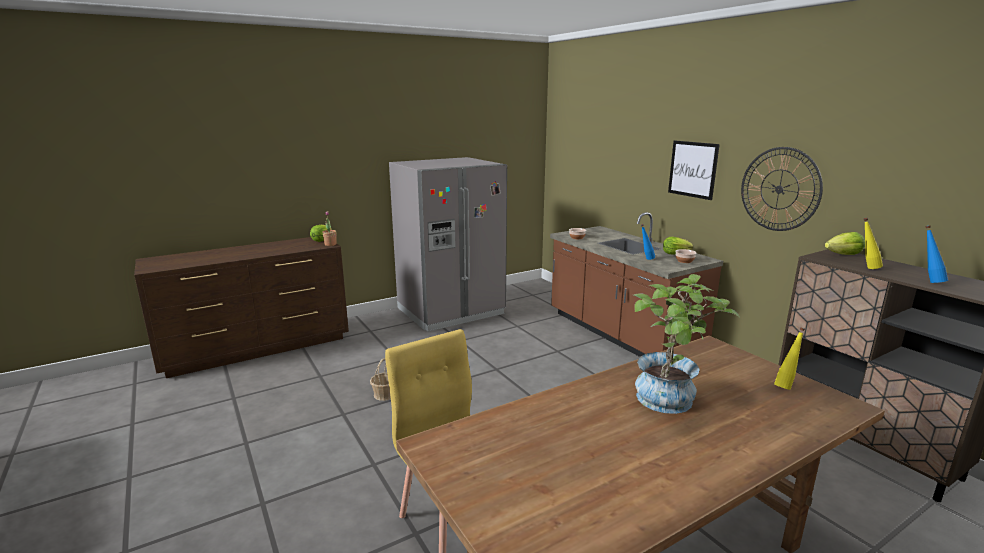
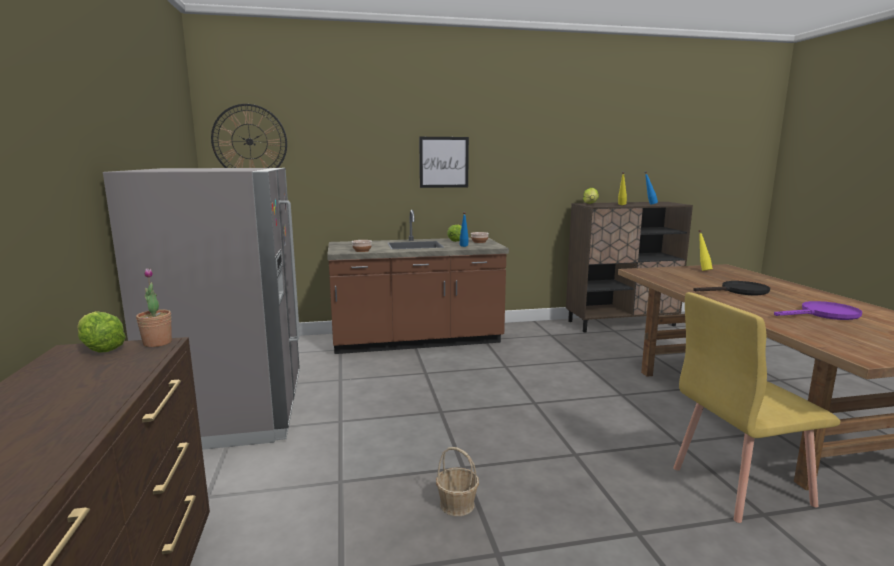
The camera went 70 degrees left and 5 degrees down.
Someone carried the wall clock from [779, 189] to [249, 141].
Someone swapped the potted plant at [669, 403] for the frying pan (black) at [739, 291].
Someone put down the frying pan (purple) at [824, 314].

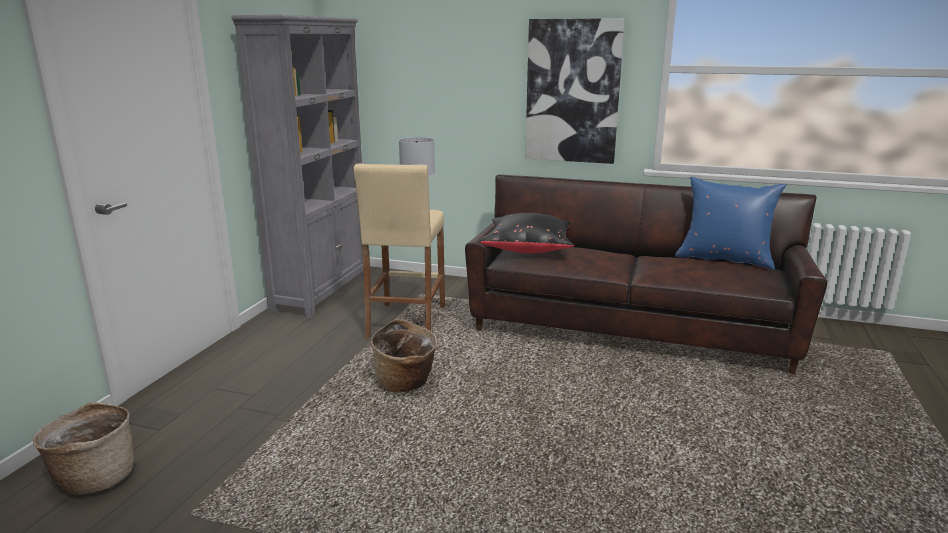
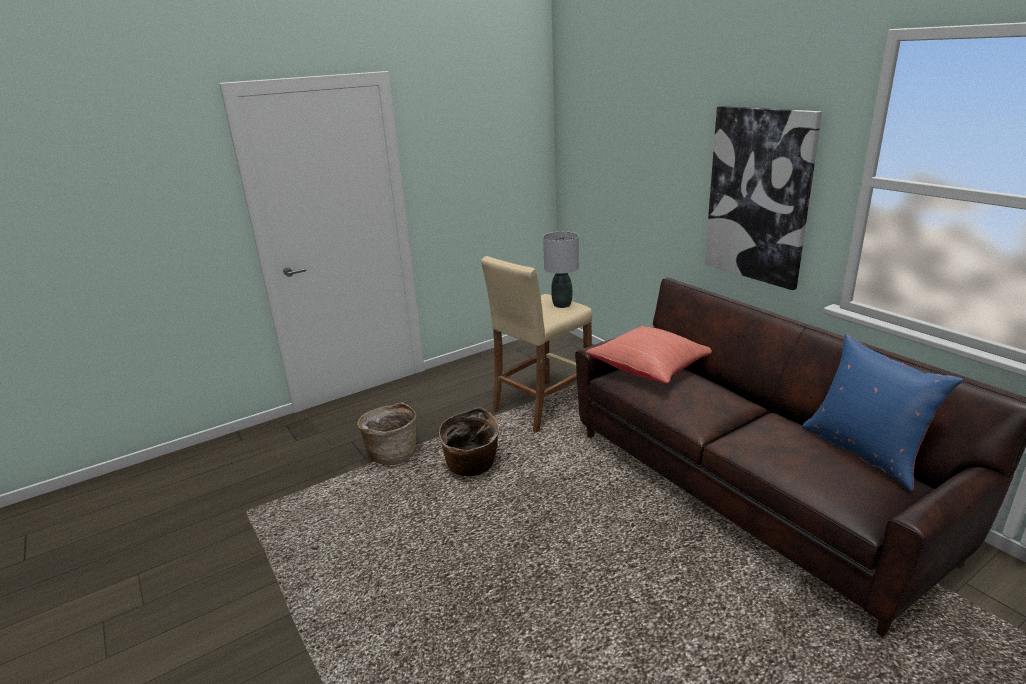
The camera went 40 degrees right and 5 degrees up.
Someone took away the bookcase (grey) at [323, 292].
Someone repainted the pillow (black) at [528, 249], which became the pillow (red) at [650, 369].
Someone carried the basket from [95, 477] to [392, 454].

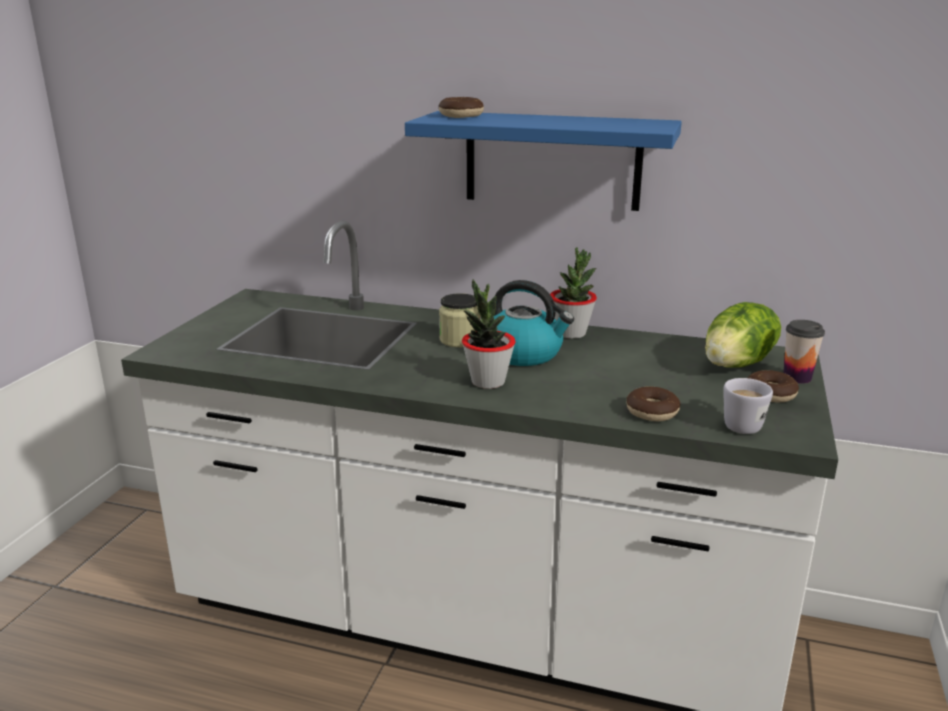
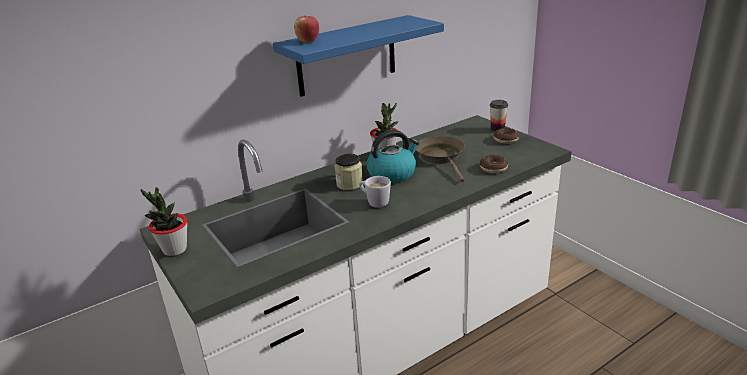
The camera went 50 degrees left and 5 degrees up.
Someone swapped the donut at [461, 115] for the apple at [308, 41].
Someone carried the potted plant from [487, 382] to [174, 249].
Someone took away the lettuce at [738, 364].
Someone carried the mug (white) from [739, 423] to [374, 202].
Someone put down the frying pan (brown) at [441, 158].

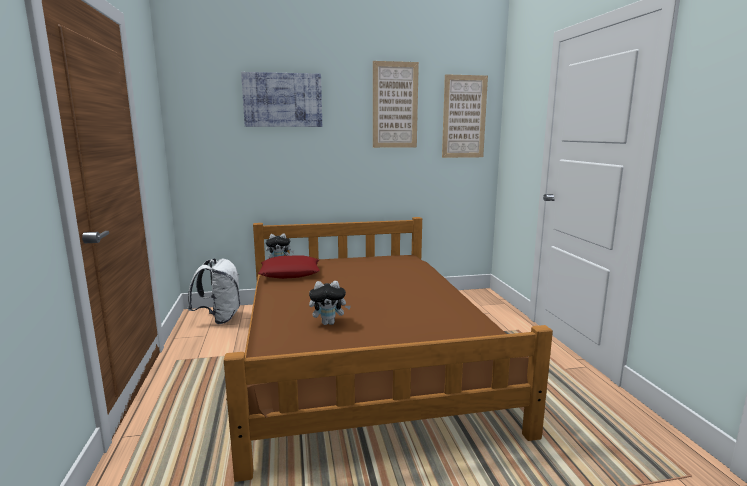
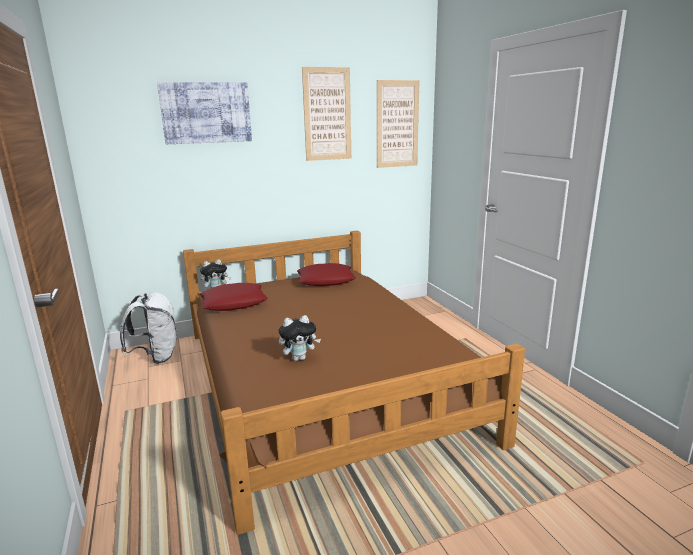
The camera went 10 degrees left and 5 degrees up.
Someone put down the pillow (red) at [326, 280].

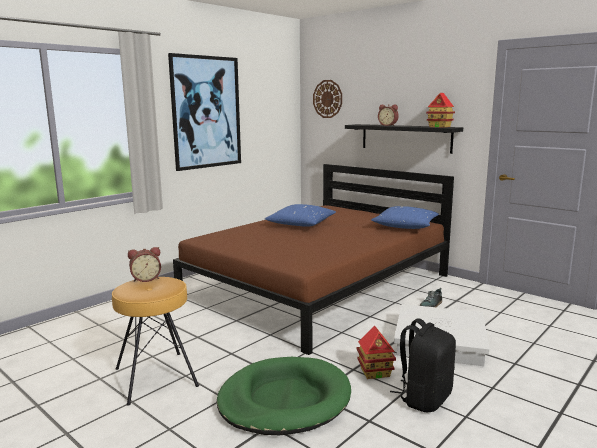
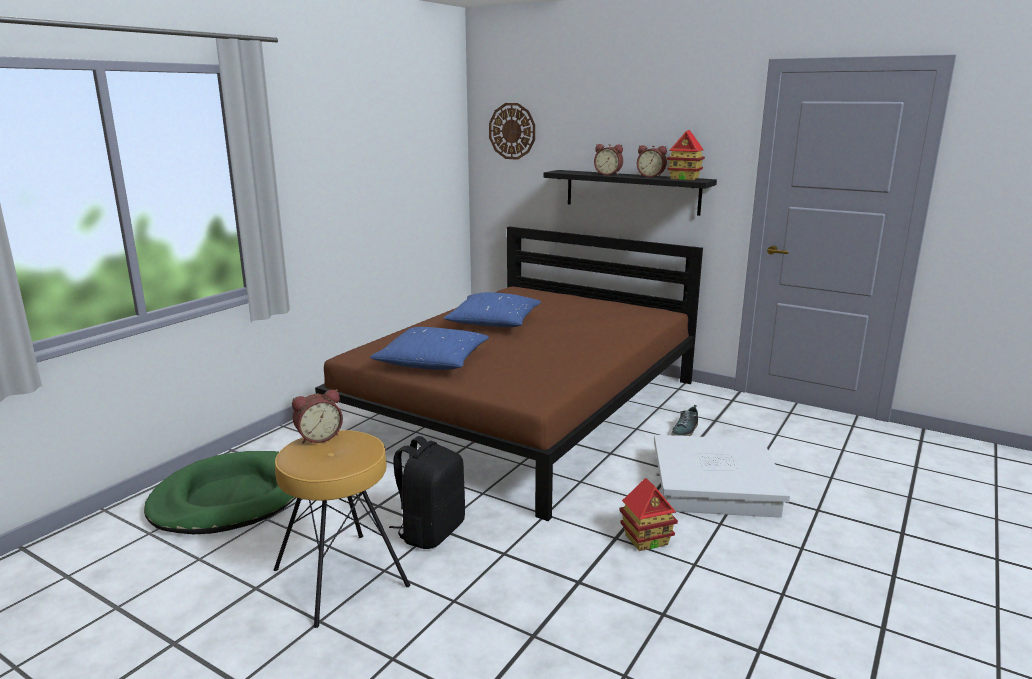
The camera went 10 degrees left and 5 degrees up.
Someone took away the picture at [206, 112].
Someone carried the pillow (blue) from [405, 226] to [433, 362].
Someone carried the backpack (black) from [424, 398] to [431, 531].
Someone carried the dog bed (green) from [284, 400] to [229, 498].
Someone put down the alarm clock at [651, 176].

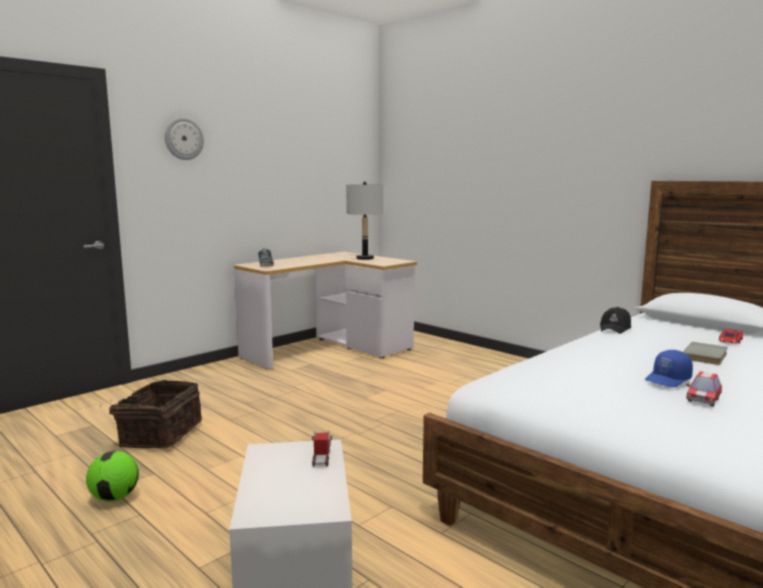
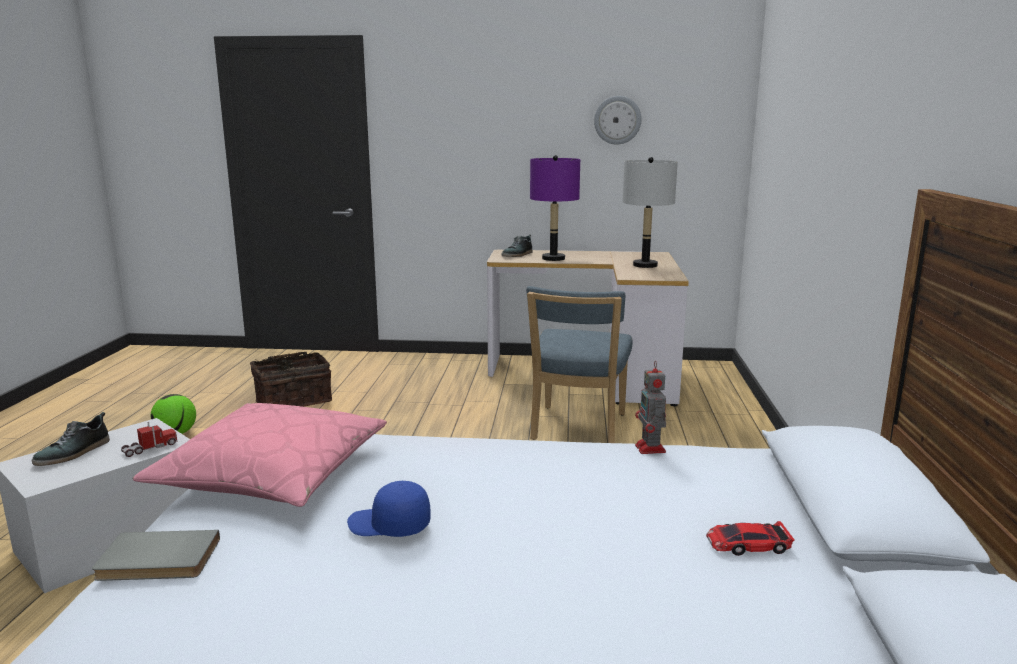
The camera went 50 degrees right and 5 degrees up.
Someone carried the wall clock from [184, 138] to [617, 120].
Someone swapped the cap (black) at [615, 328] for the toy robot at [651, 449].
Someone carried the book (grey) from [706, 356] to [157, 561].
Someone took away the toy car at [703, 400].
Someone put down the table lamp (purple) at [553, 258].
Someone put down the chair (blue) at [577, 429].
Someone put down the pillow (pink) at [273, 473].
Someone put down the shoe at [74, 452].

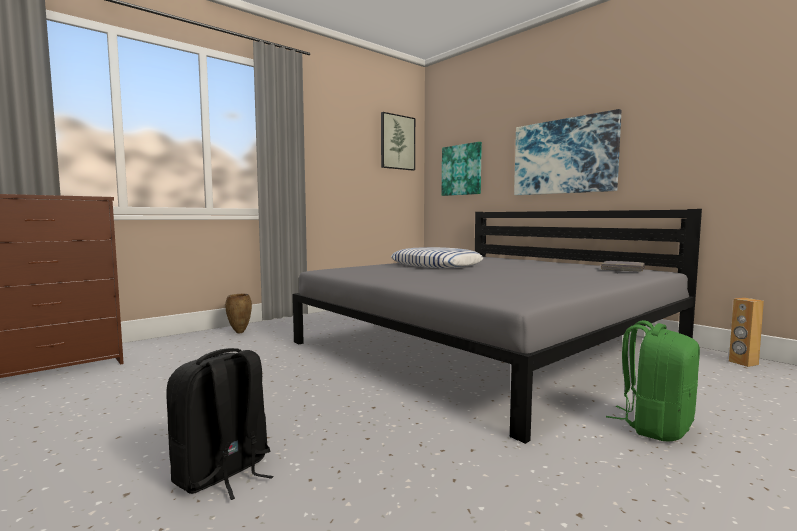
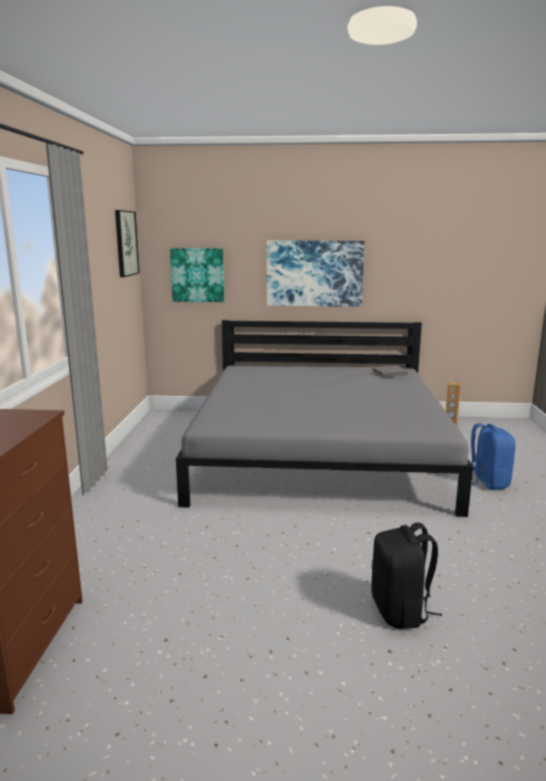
The camera went 45 degrees left and 10 degrees up.
Someone took away the pillow at [436, 265].
Someone took away the vase (brown) at [239, 332].
Someone repainted the backpack (green) at [655, 426], which became the backpack (blue) at [487, 482].

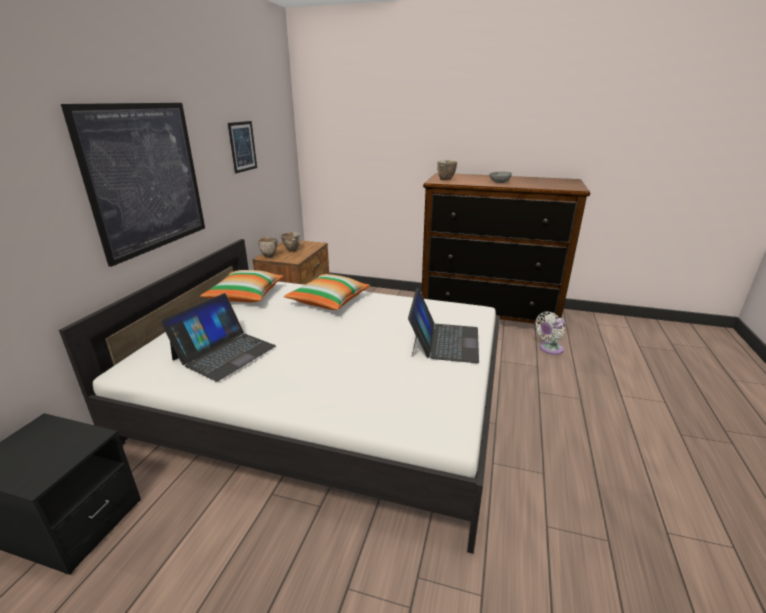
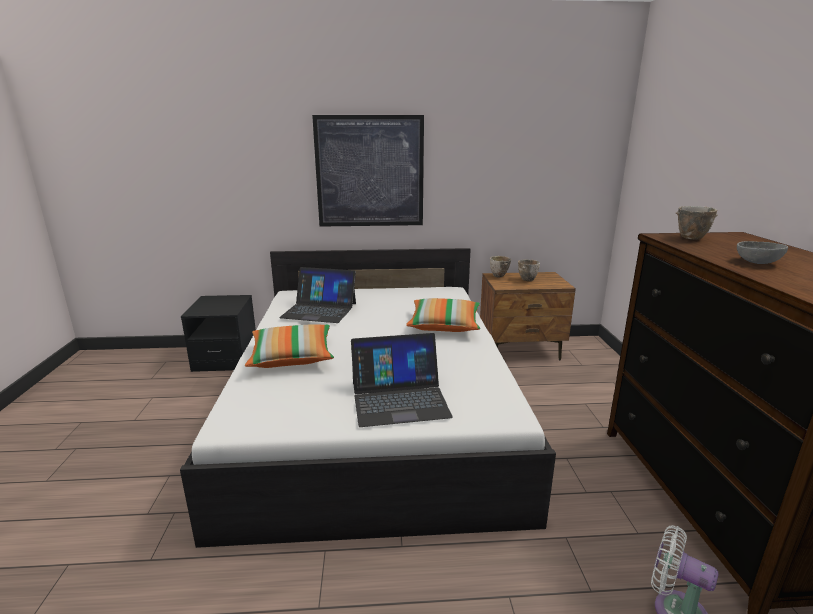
The camera went 70 degrees right and 5 degrees down.
Someone took away the picture at [242, 146].
Someone carried the pillow from [245, 296] to [292, 357].

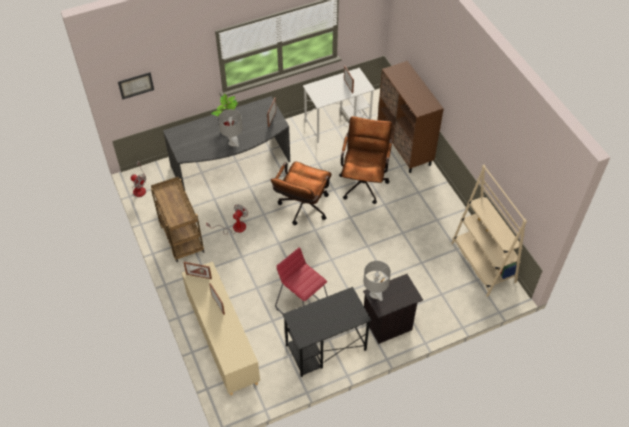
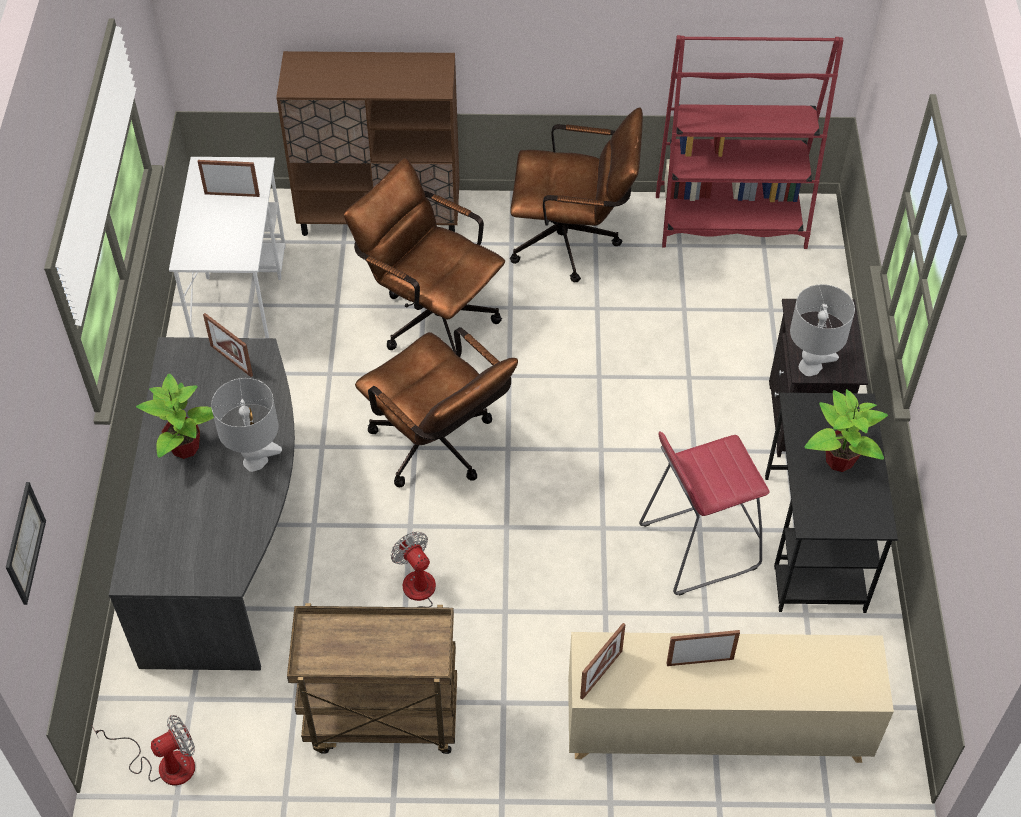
The camera went 65 degrees left and 0 degrees up.
Someone repainted the bookcase (beige) at [483, 263], which became the bookcase (red) at [730, 222].
Someone put down the office chair (brown) at [573, 242].
Someone put down the potted plant at [838, 460].

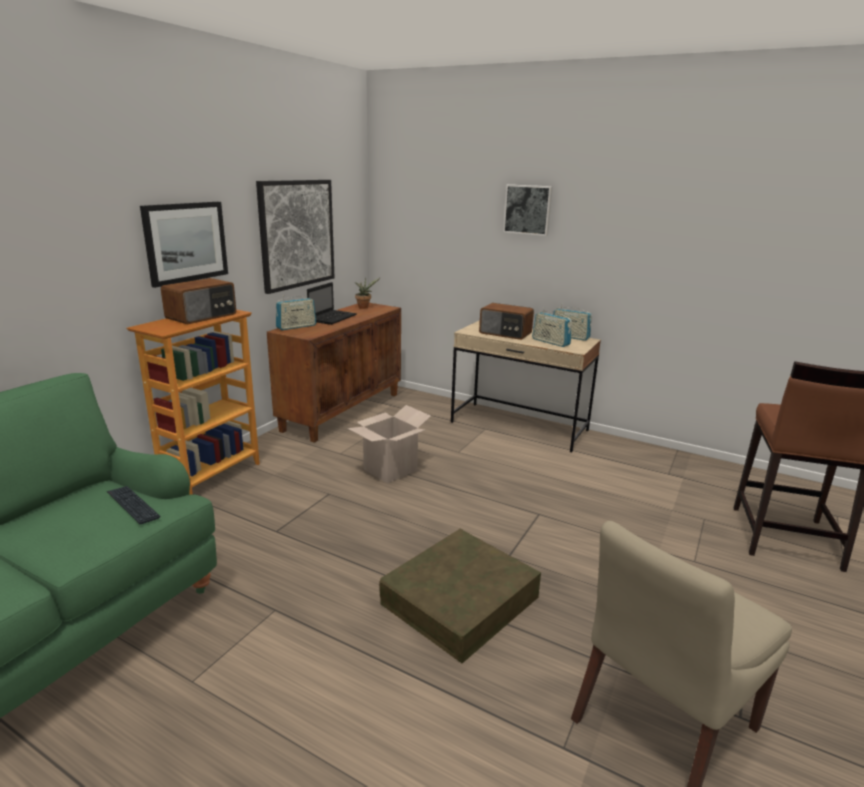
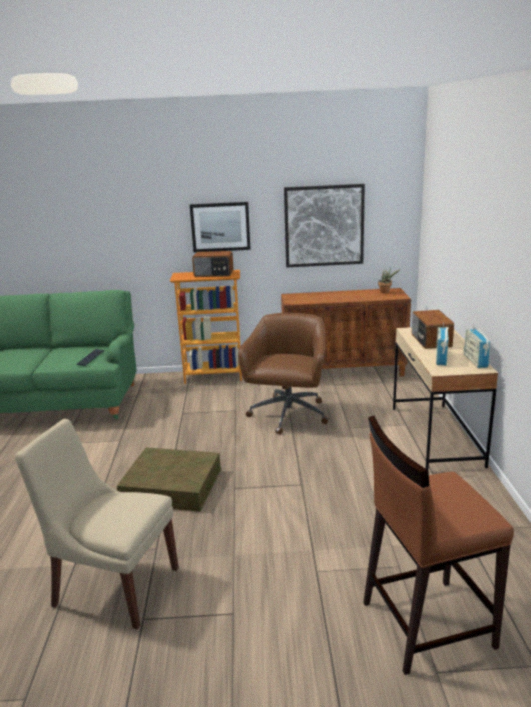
The camera went 60 degrees right and 0 degrees up.
Someone took away the picture at [528, 209].
Someone took away the laptop at [333, 318].
Someone took away the radio at [296, 327].
Someone swapped the cardboard box at [390, 470] for the office chair (brown) at [288, 415].

